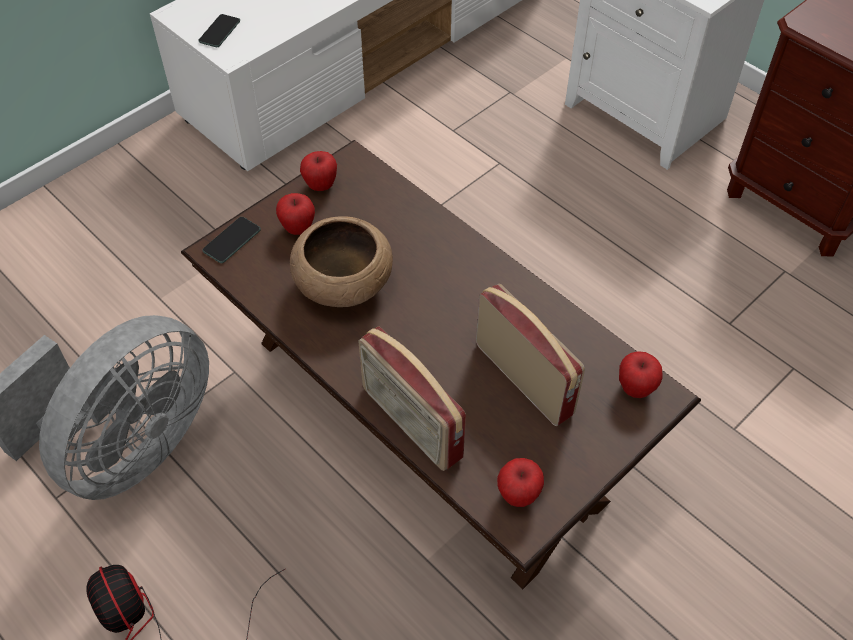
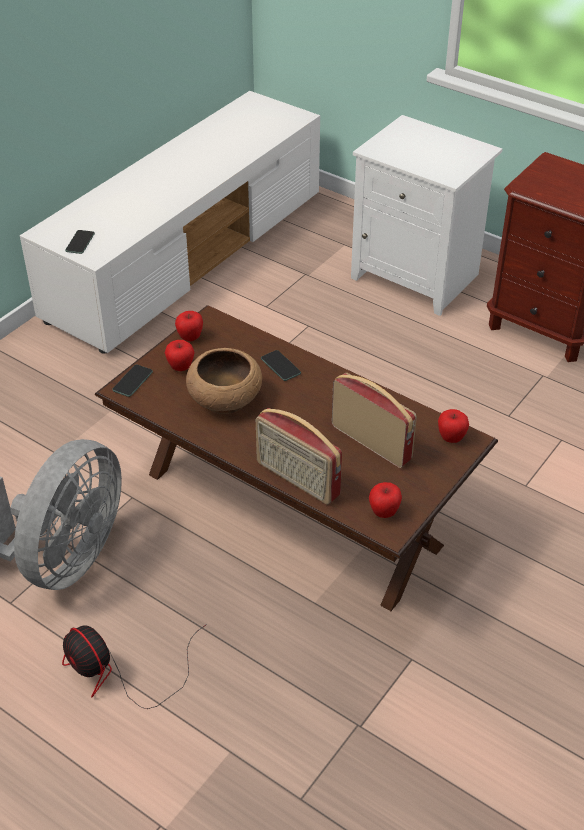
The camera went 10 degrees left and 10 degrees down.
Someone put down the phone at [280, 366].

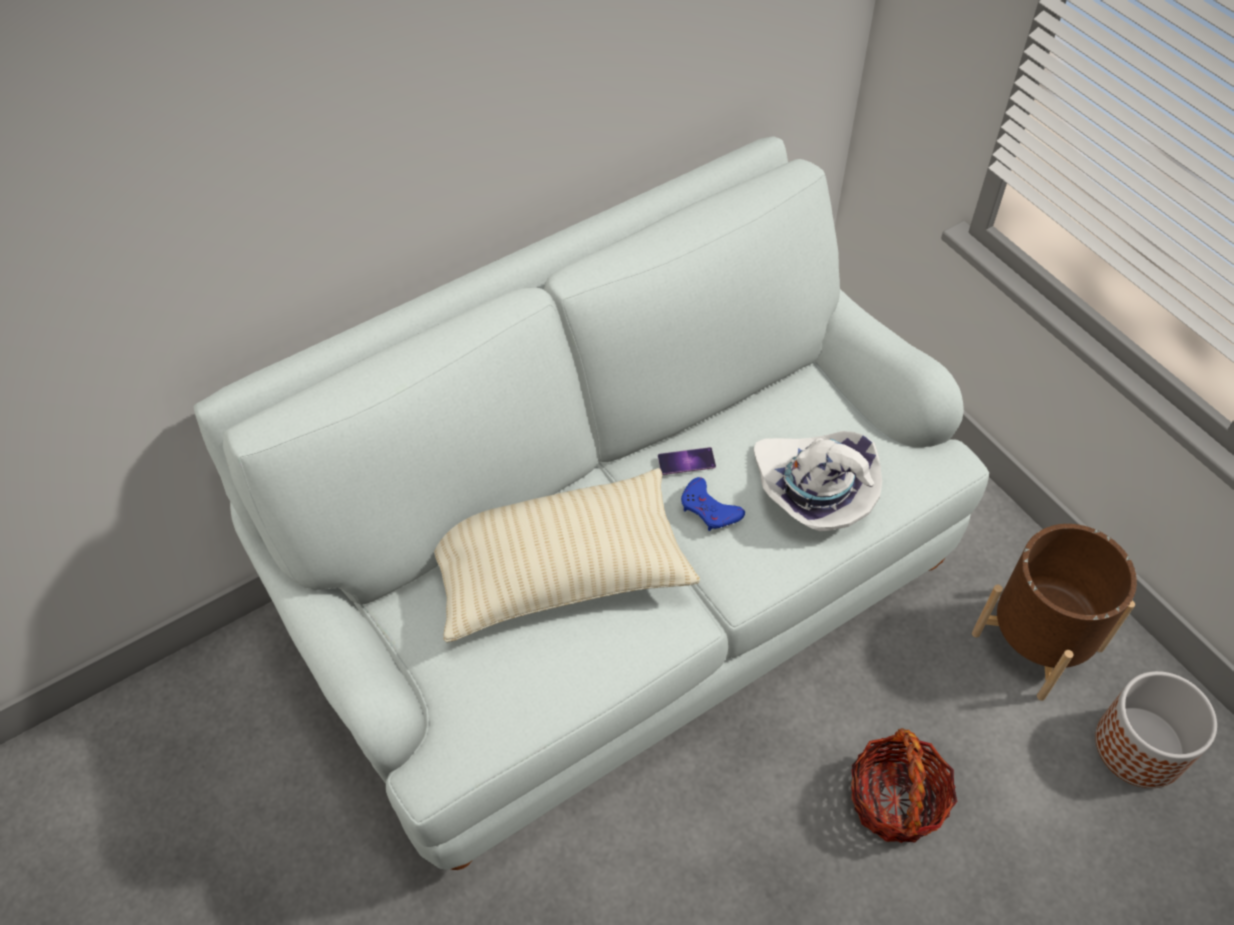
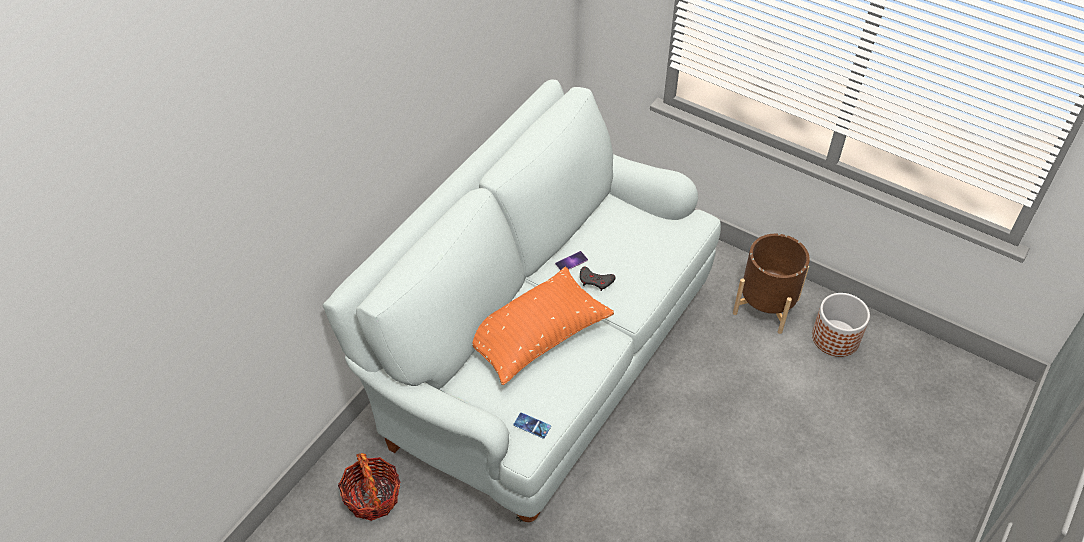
The camera went 25 degrees left and 5 degrees down.
Someone took away the hat (white) at [814, 490].
Someone repainted the pillow (beige) at [560, 570], which became the pillow (orange) at [536, 335].
Someone repainted the game controller (blue) at [709, 509], which became the game controller (grey) at [596, 281].
Someone carried the basket from [895, 800] to [372, 497].
Someone put down the phone at [532, 425].

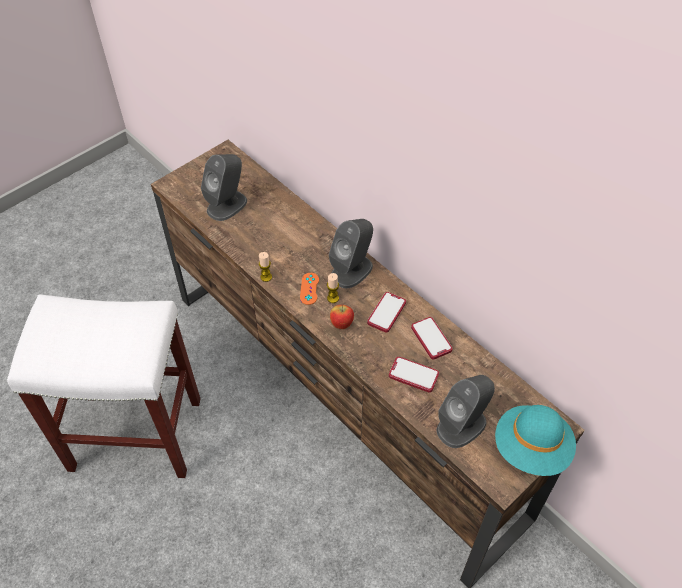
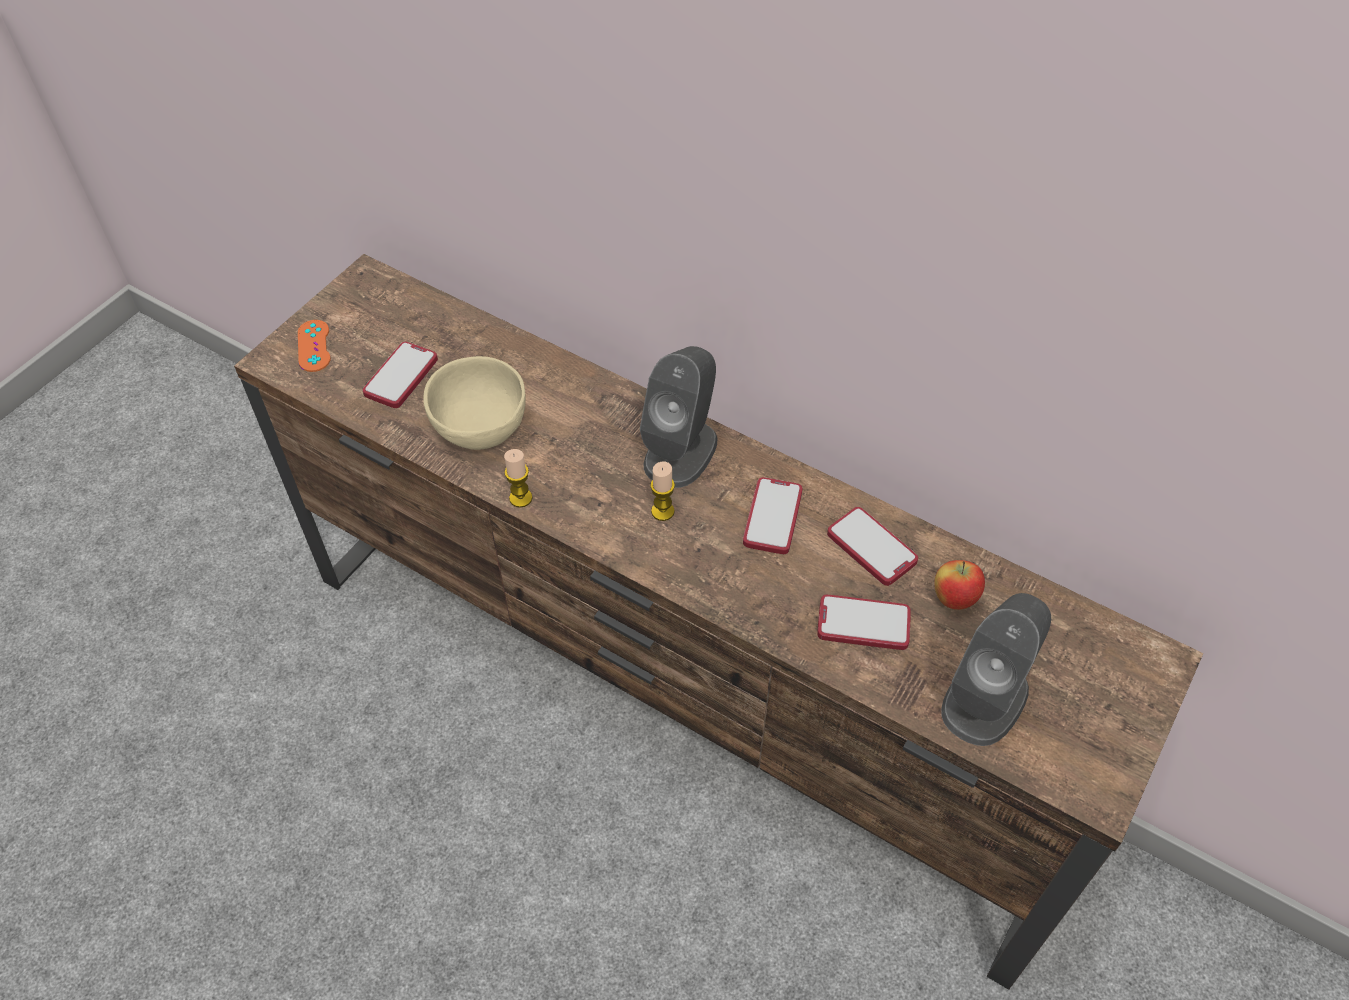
The camera went 15 degrees left and 0 degrees up.
Someone swapped the speaker (grey) at [227, 205] for the phone at [401, 376].
Someone carried the game controller (orange) from [309, 288] to [314, 346].
Someone took away the stool (white) at [138, 433].
Someone carried the apple from [341, 324] to [954, 599].
Someone took away the hat (turquoise) at [531, 449].
Someone put down the bowl (beige) at [479, 430].

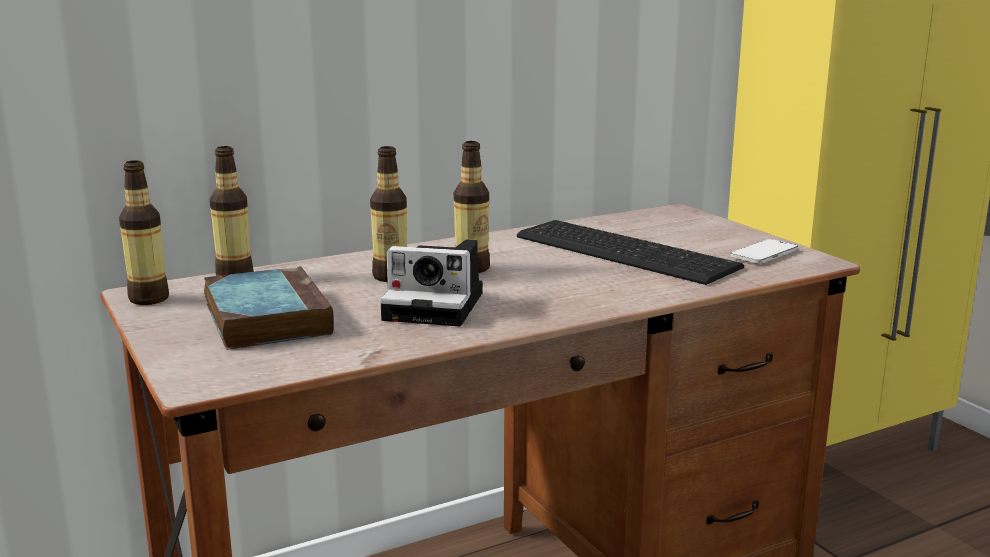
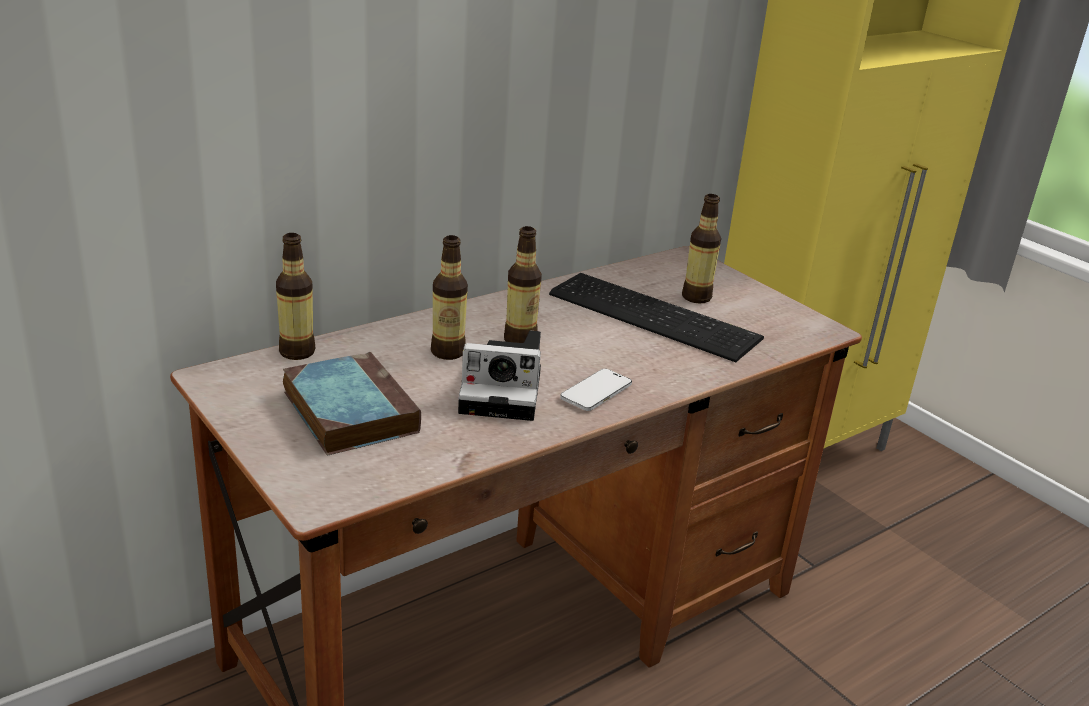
The camera went 10 degrees left and 10 degrees up.
Someone carried the bottle from [149, 299] to [696, 297].
Someone carried the phone from [764, 254] to [596, 392].

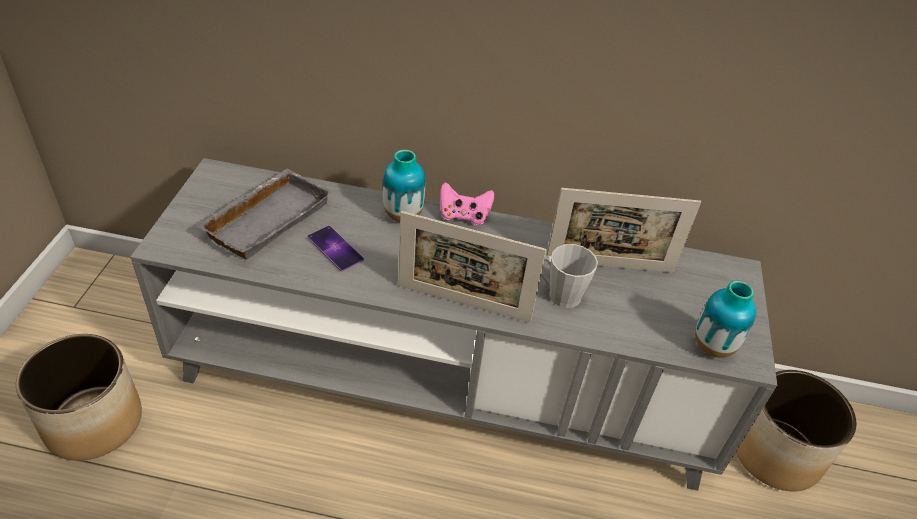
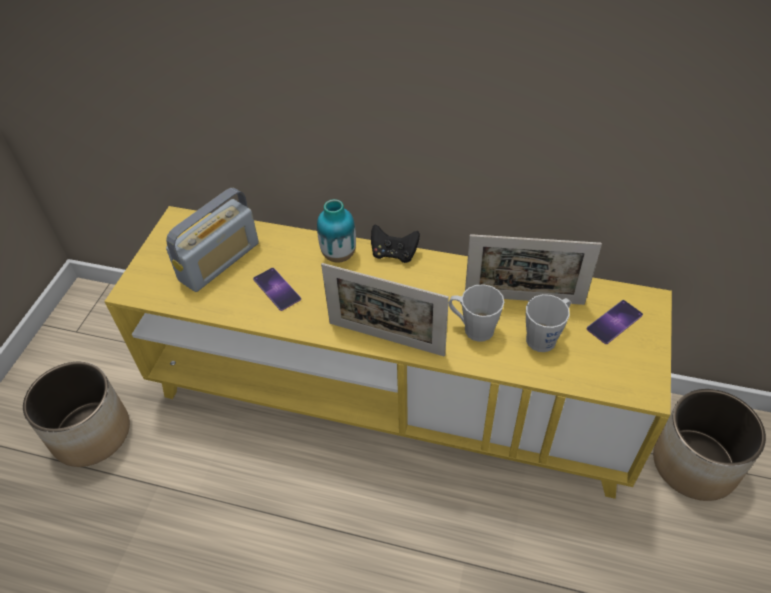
The camera went 10 degrees right and 5 degrees up.
Someone repainted the tv stand (grey) at [445, 382], which became the tv stand (yellow) at [390, 397].
Someone swapped the tray (grey) at [266, 218] for the radio at [219, 261].
Someone repainted the game controller (pink) at [464, 216], which became the game controller (black) at [394, 254].
Someone took away the vase at [713, 346].
Someone put down the mug (grey) at [545, 336].
Someone put down the phone at [614, 322].

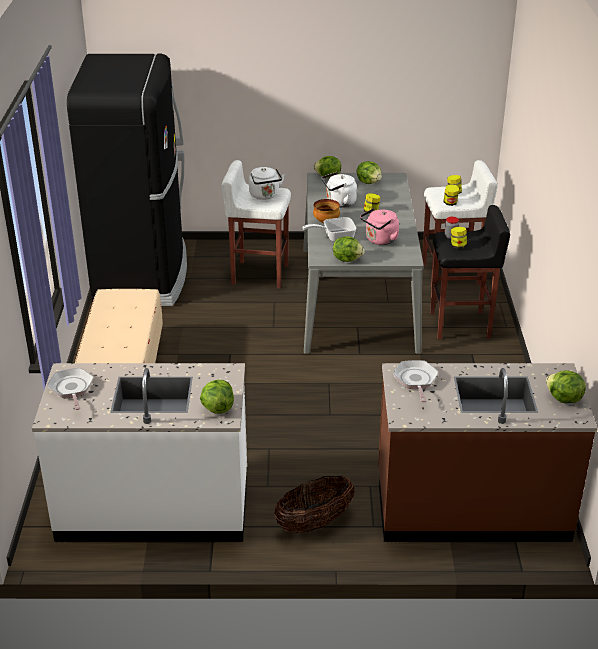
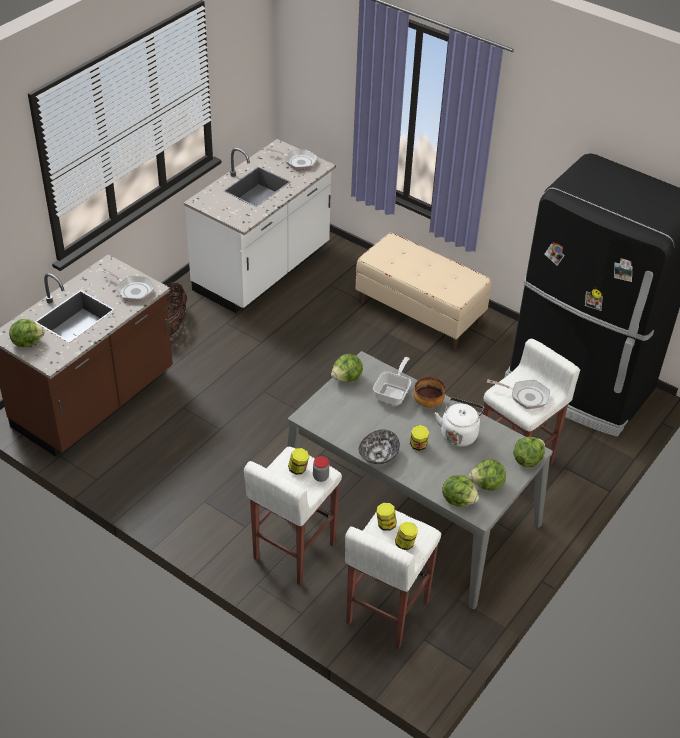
The camera went 125 degrees right and 10 degrees up.
Someone swapped the kettle (white) at [265, 196] for the frying pan at [526, 396].
Someone repainted the stool (black) at [461, 325], which became the stool (white) at [293, 551].
Someone took away the kettle (pink) at [380, 240].
Someone carried the lettuce from [217, 408] to [458, 499].
Someone put down the bowl at [378, 456].

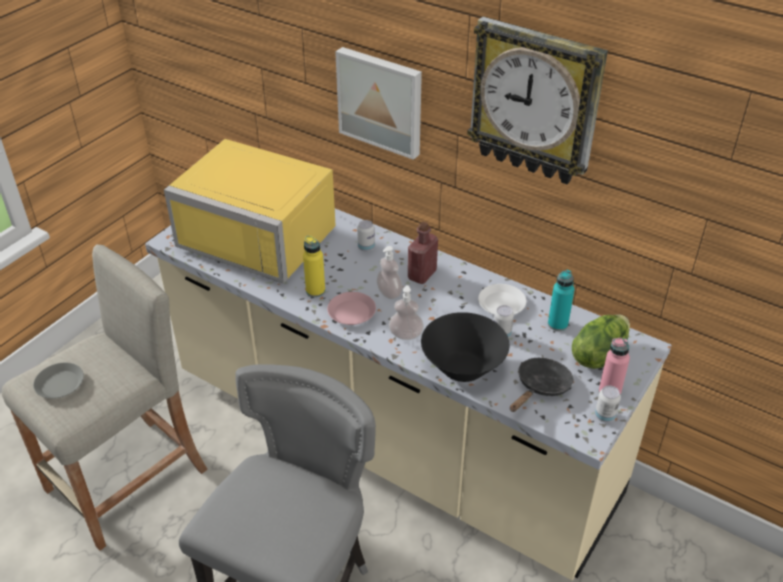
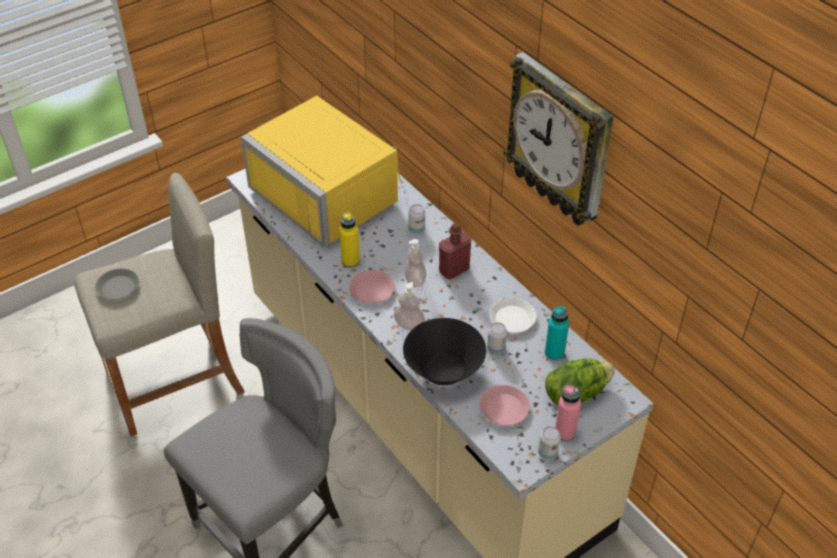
The camera went 20 degrees right and 5 degrees up.
Someone took away the picture at [381, 101].
Someone swapped the frying pan (black) at [541, 387] for the plate (pink) at [504, 409].

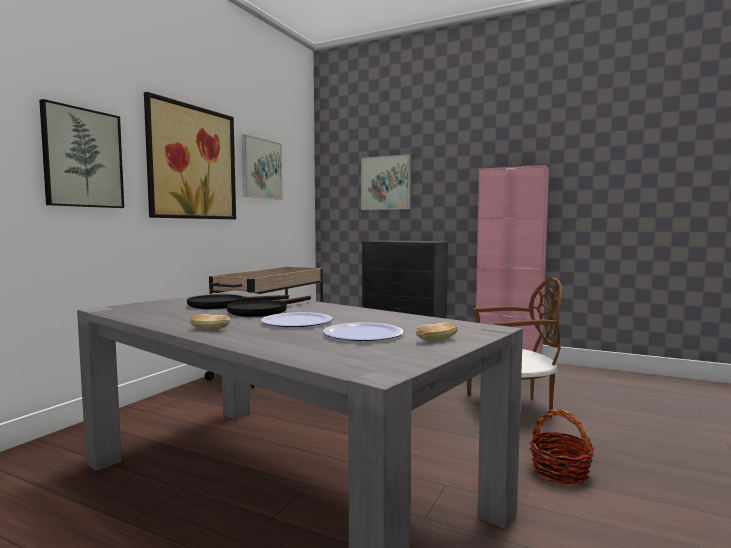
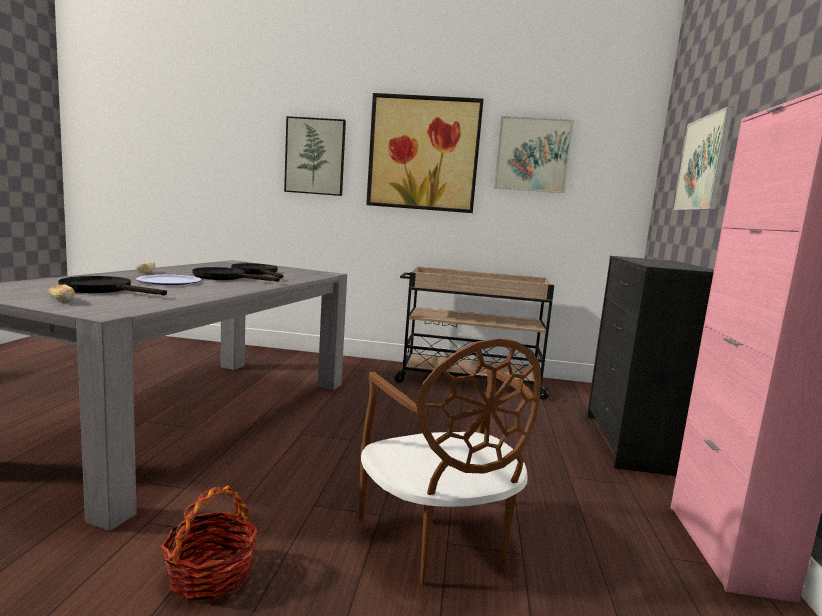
The camera went 70 degrees right and 5 degrees up.
Someone swapped the plate at [363, 334] for the frying pan (black) at [104, 290].

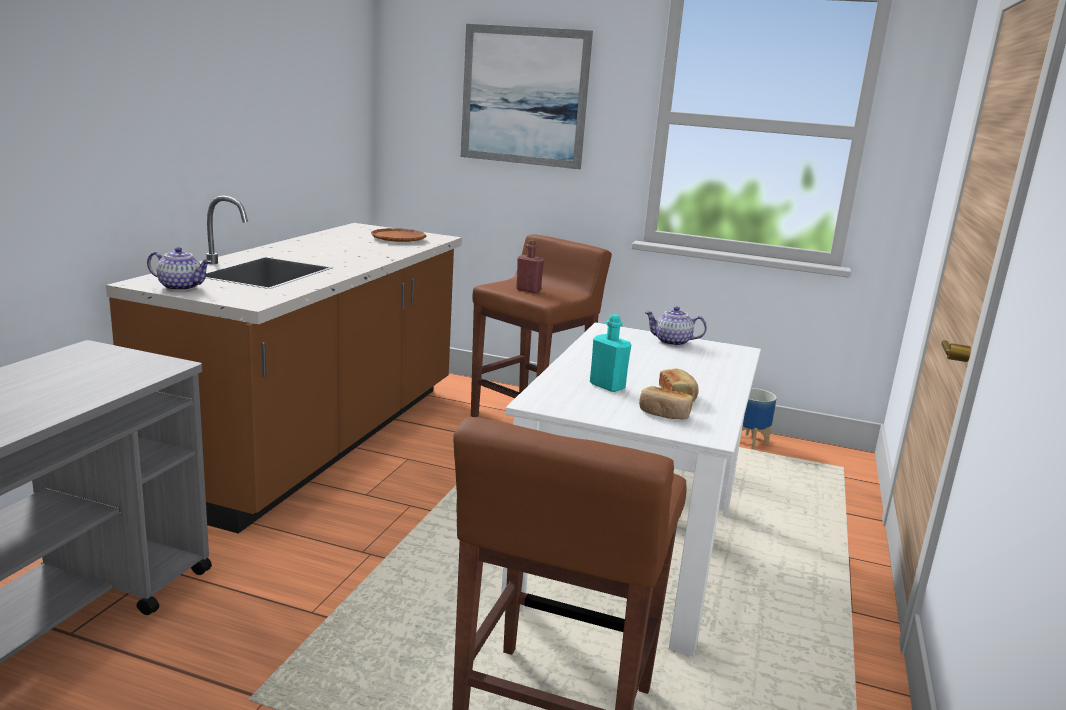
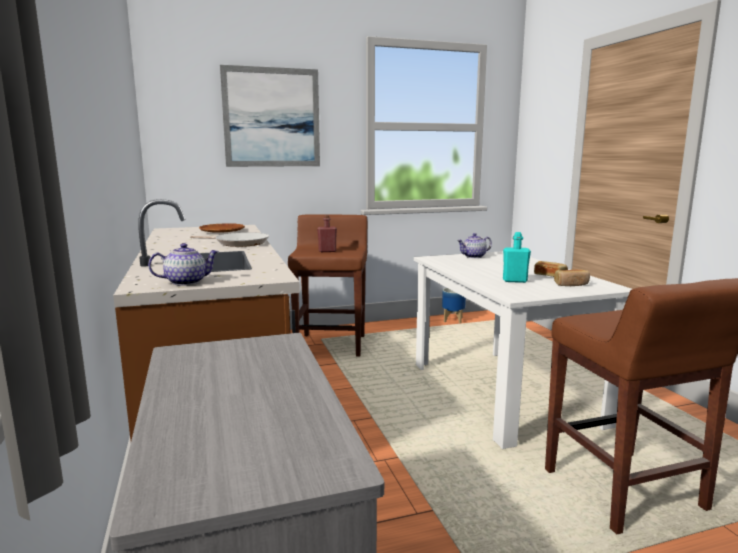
The camera went 35 degrees left and 5 degrees down.
Someone put down the frying pan at [239, 243].

